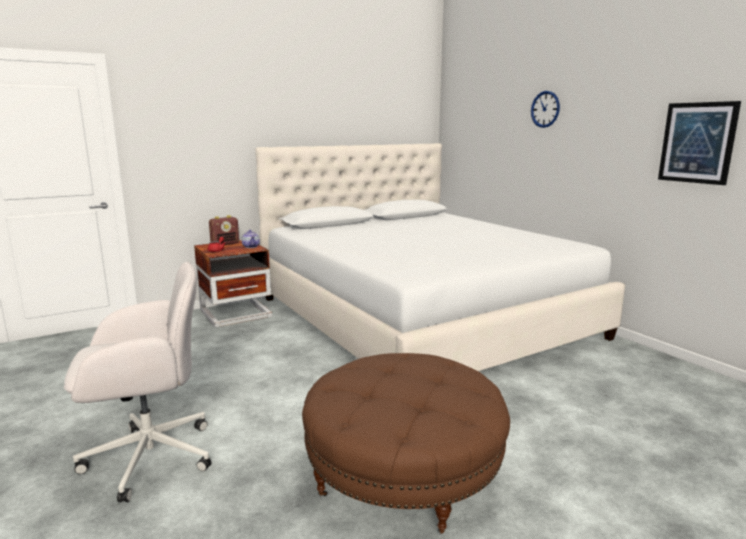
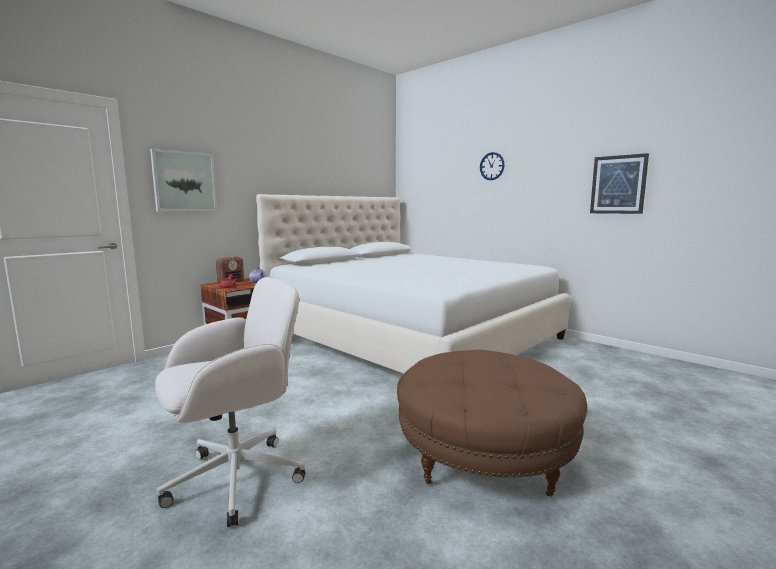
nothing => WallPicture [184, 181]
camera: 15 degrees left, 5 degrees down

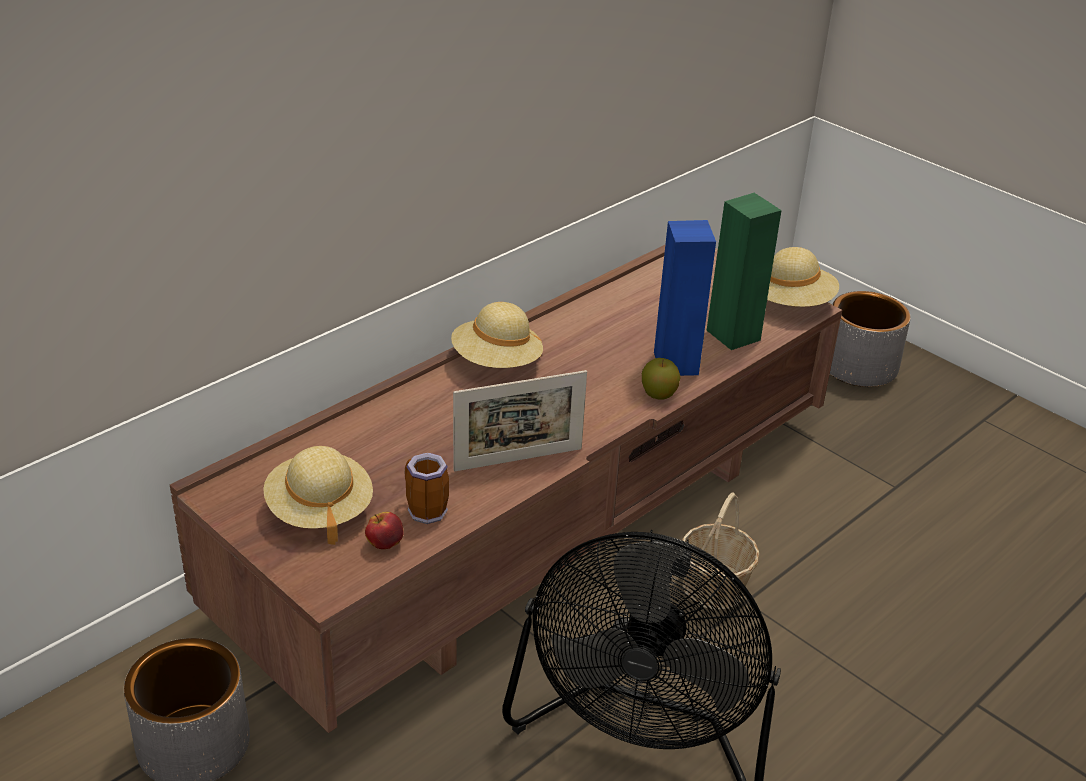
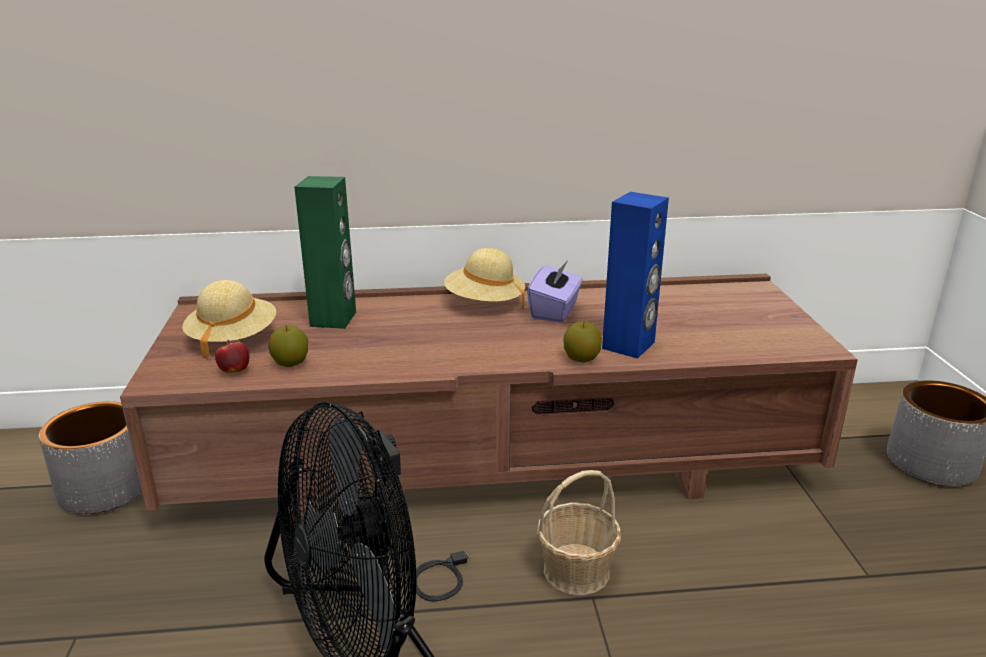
PhotoFrame [518, 459] => nothing
BeigeWearableHat [793, 303] => nothing
nothing => PurplishBoxOfTissues [555, 311]
GreenishAudioSpeaker [734, 335] => GreenishAudioSpeaker [334, 319], move
TeaMug [423, 510] => WholeApple [291, 363]
camera: 40 degrees right, 10 degrees down

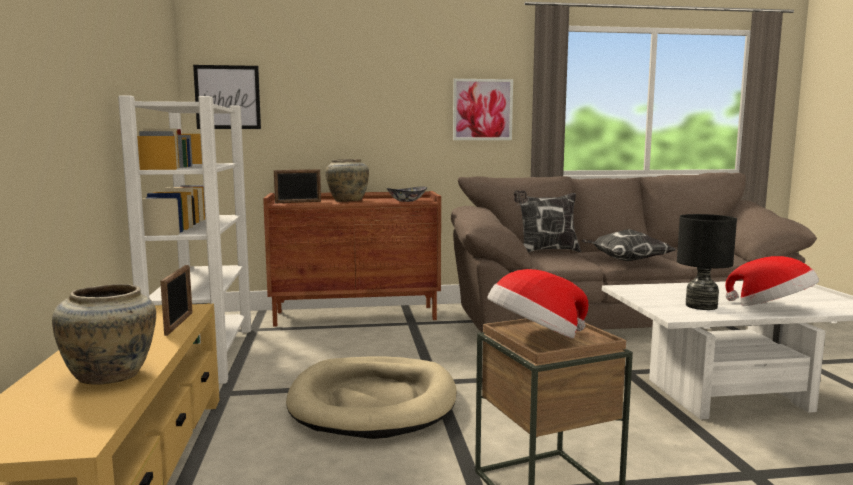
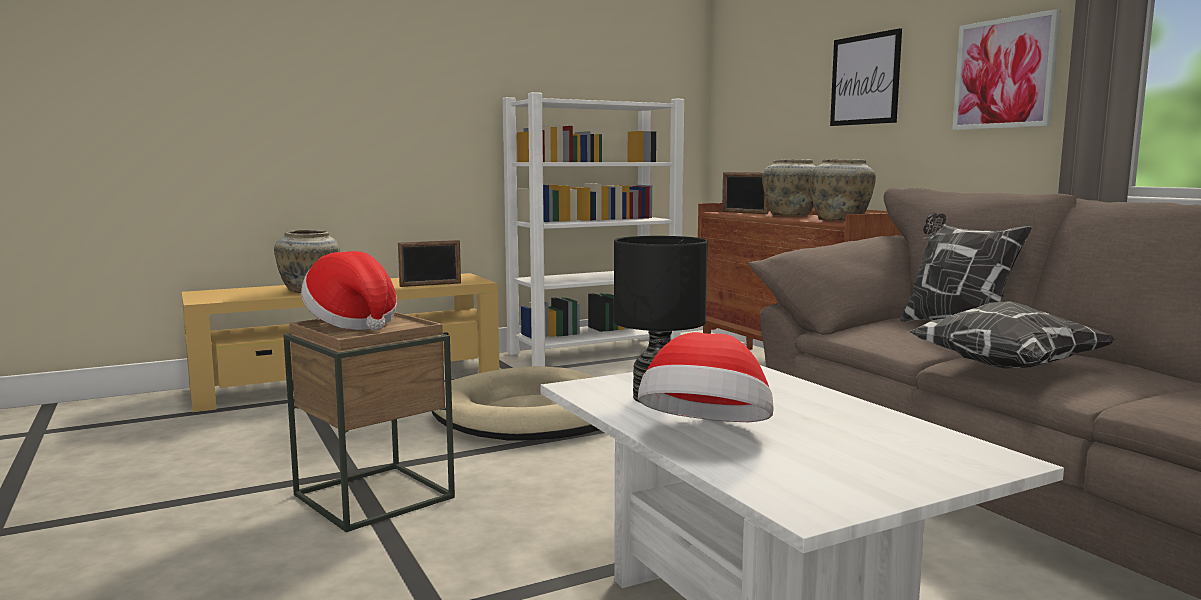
WallPicture [227, 97] => WallPicture [865, 80], move
ServingBowl [406, 201] => BeigeFlowerVase [840, 221]
camera: 70 degrees right, 0 degrees up

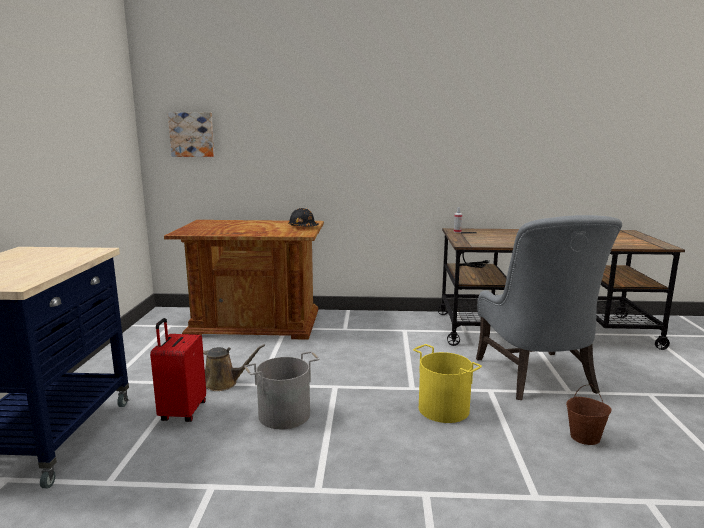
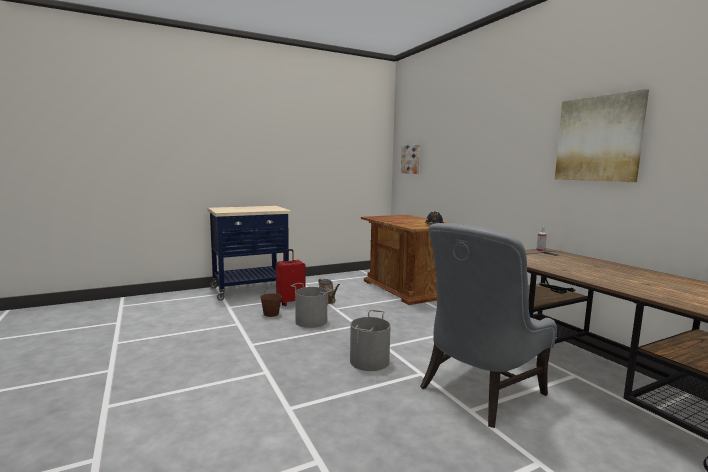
nothing => WallPicture [598, 139]
BrownishWaterBucket [585, 437] => BrownishWaterBucket [271, 314], move
YellowishWaterBucket [444, 408] => GrayWaterBucket [370, 361]
camera: 60 degrees right, 5 degrees down

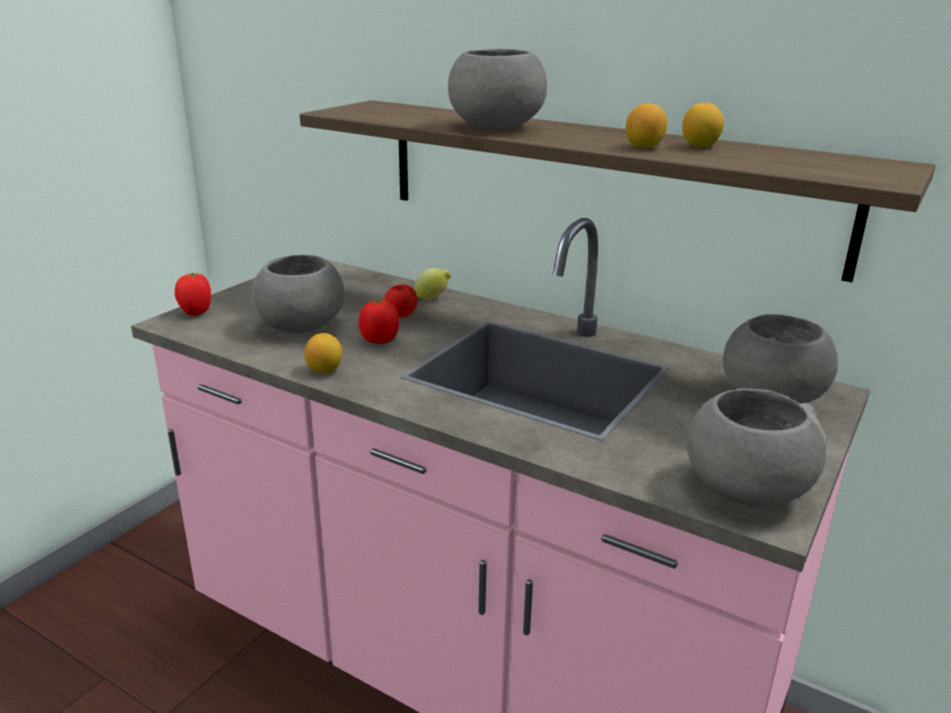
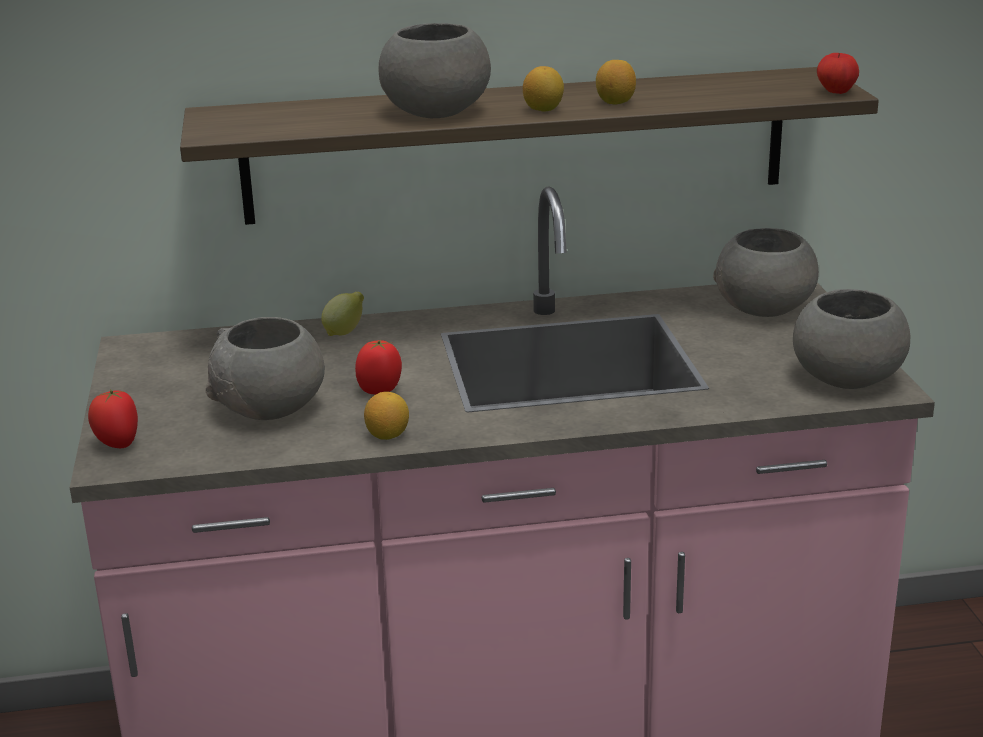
WholeApple [401, 314] => WholeApple [835, 92], move
CitrusFruit [700, 146] => CitrusFruit [543, 110], move
camera: 40 degrees left, 0 degrees up

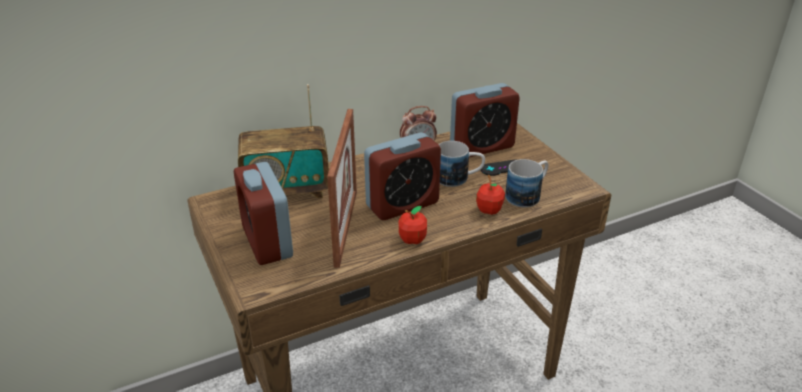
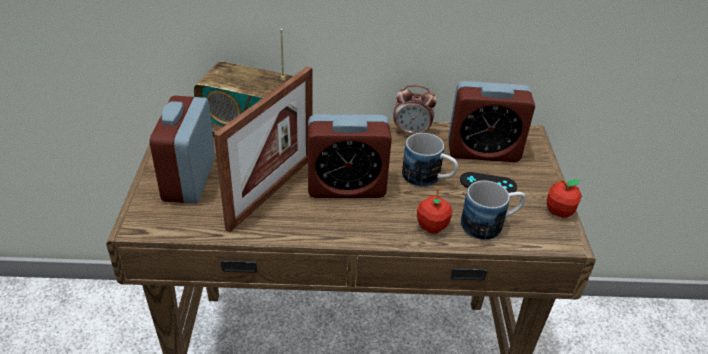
WholeApple [412, 240] => WholeApple [559, 211], move
camera: 25 degrees right, 5 degrees up

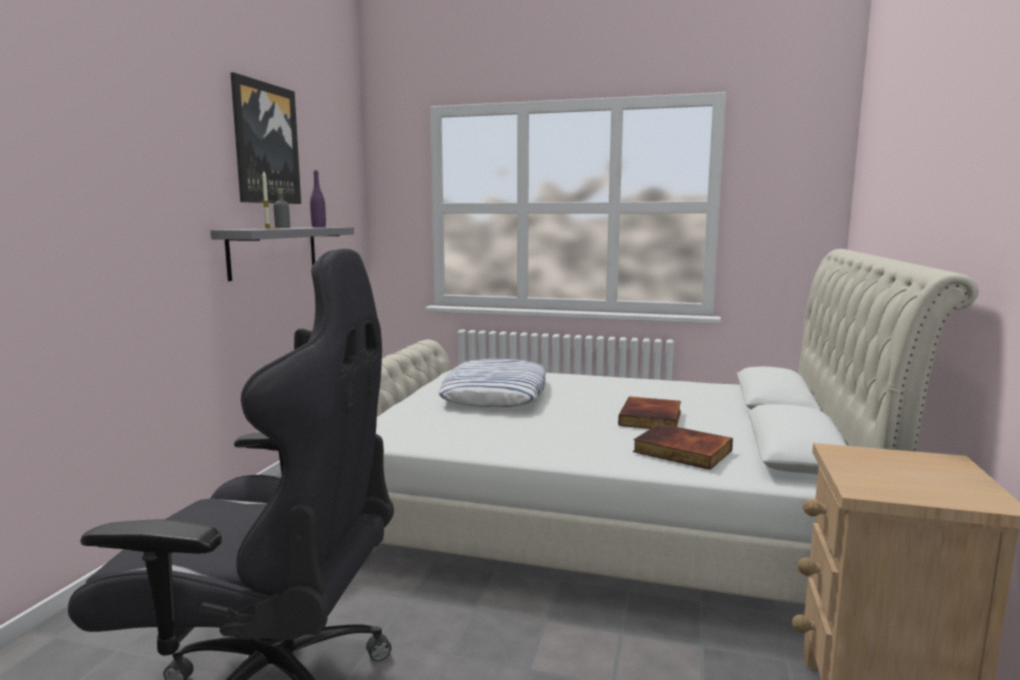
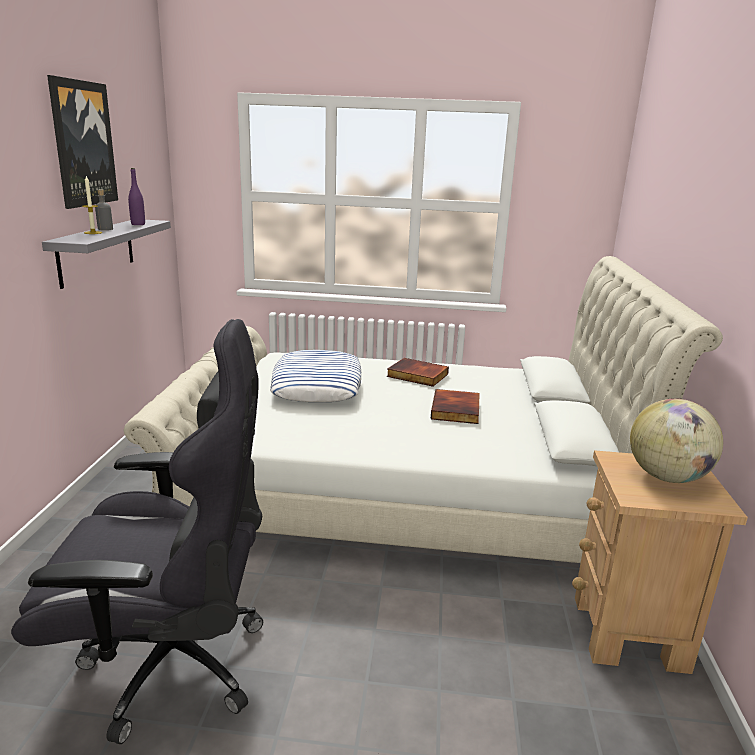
nothing => WorldGlobe [667, 477]
Volume [681, 451] => Volume [416, 375], move
camera: 10 degrees left, 10 degrees up

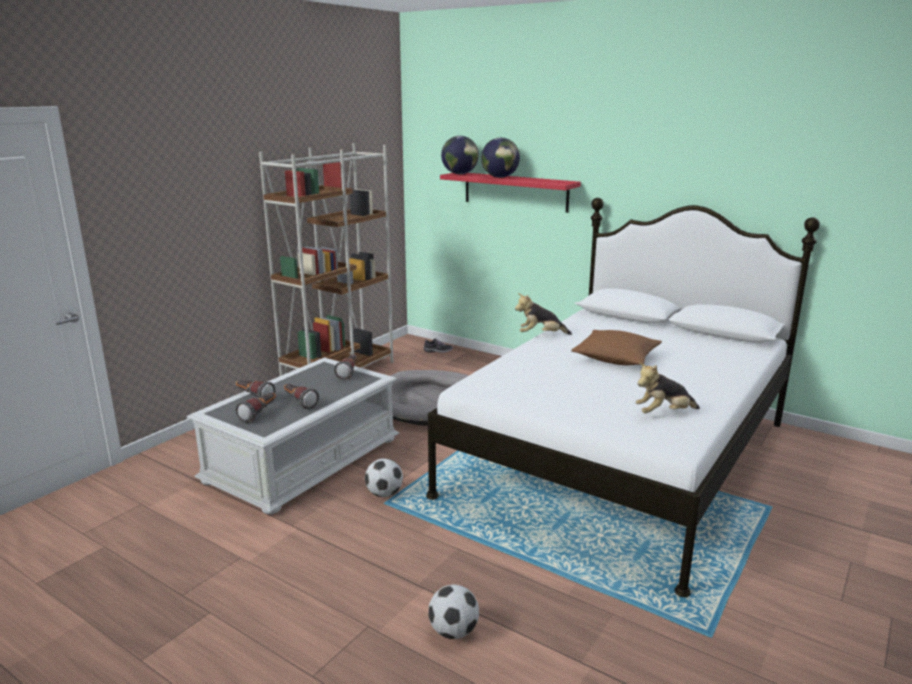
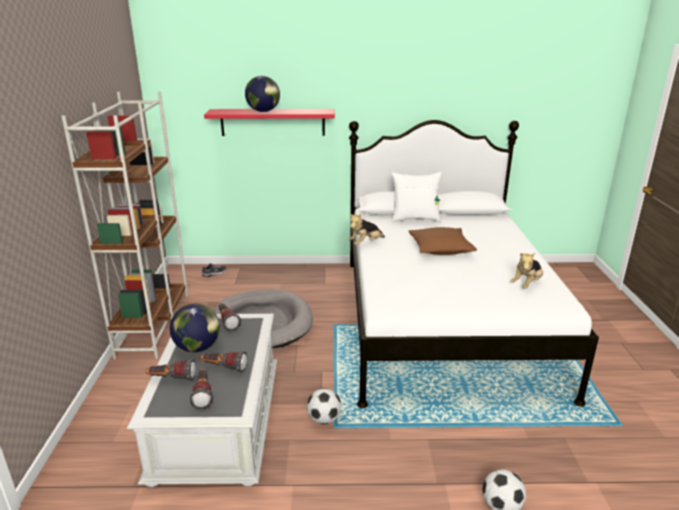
nothing => WhitishThrowPillow [415, 220]
WorldGlobe [460, 174] => WorldGlobe [198, 347], move
camera: 35 degrees left, 5 degrees up

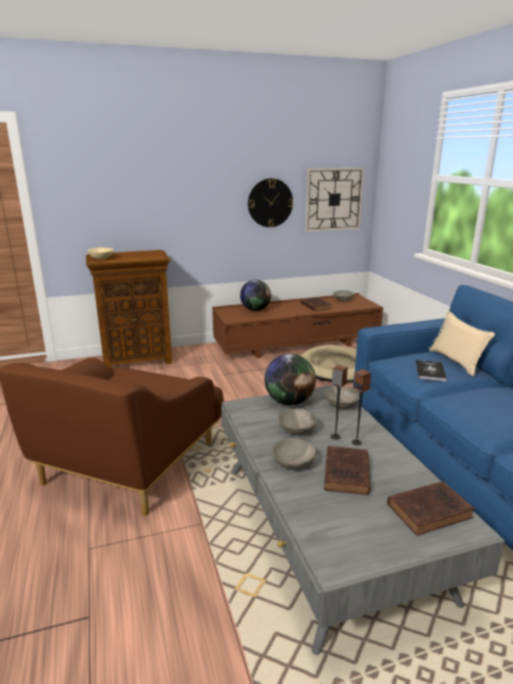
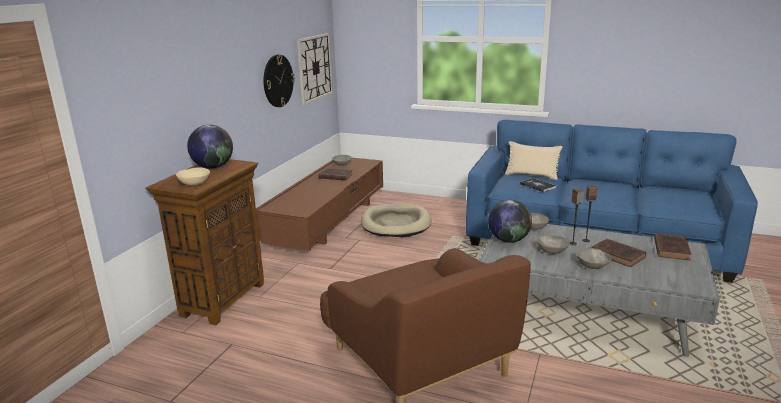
WorldGlobe [255, 310] => WorldGlobe [213, 167], move
camera: 50 degrees left, 0 degrees up

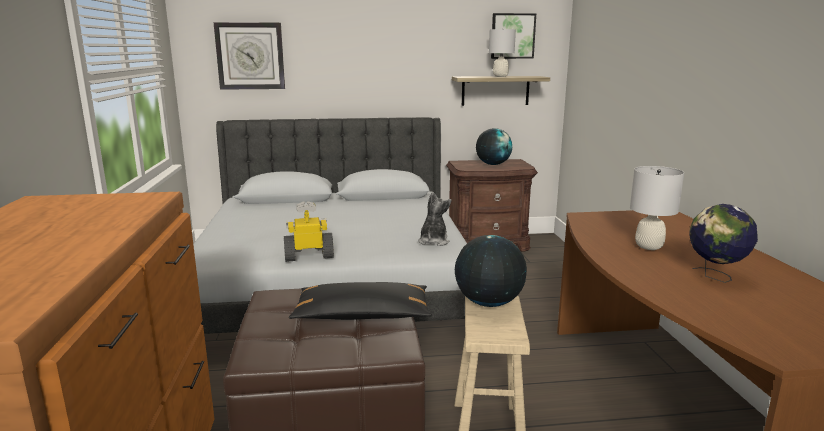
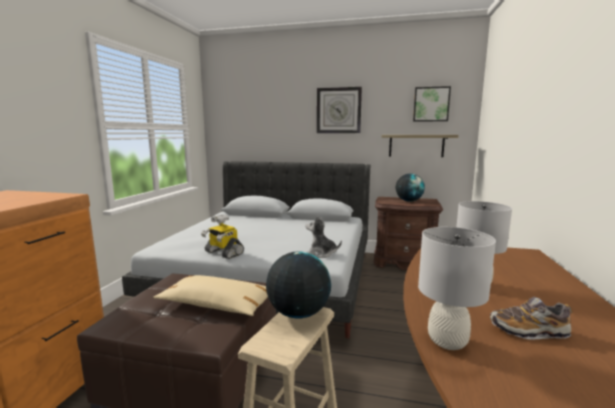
HangingClock [250, 56] => HangingClock [338, 110], move
GrayLampForATable [500, 76] => GrayLampForATable [446, 343], move
WorldGlobe [715, 277] => LowShoe [528, 331]
BlackColouredThrowPillow [362, 315] => BeigeThrowPillow [217, 304]
ToyRobot [309, 256] => ToyRobot [223, 253], 150 degrees counterclockwise
CuddlyToy [433, 241] => CuddlyToy [321, 253], 105 degrees counterclockwise
camera: 20 degrees right, 5 degrees down

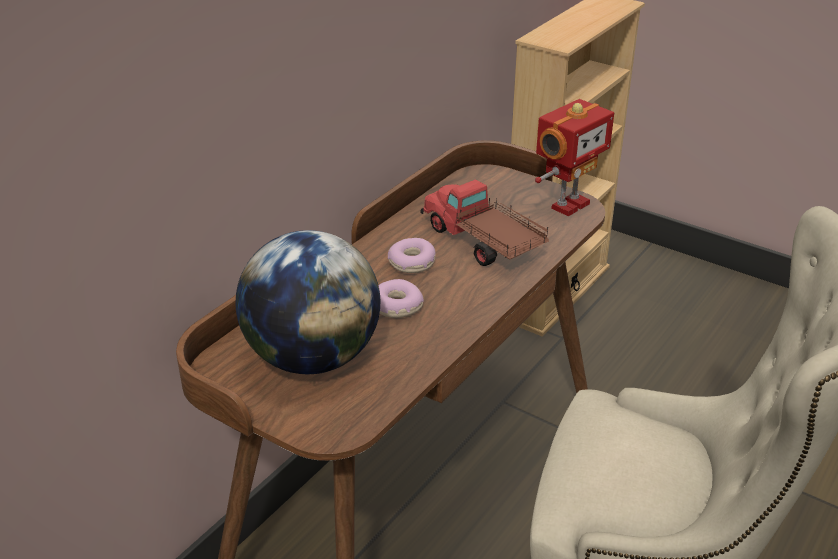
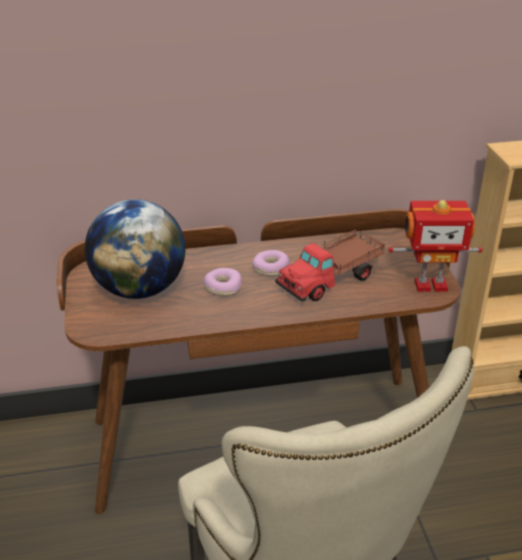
ModelTruck [482, 243] => ModelTruck [332, 278], 135 degrees counterclockwise
camera: 45 degrees right, 0 degrees up

